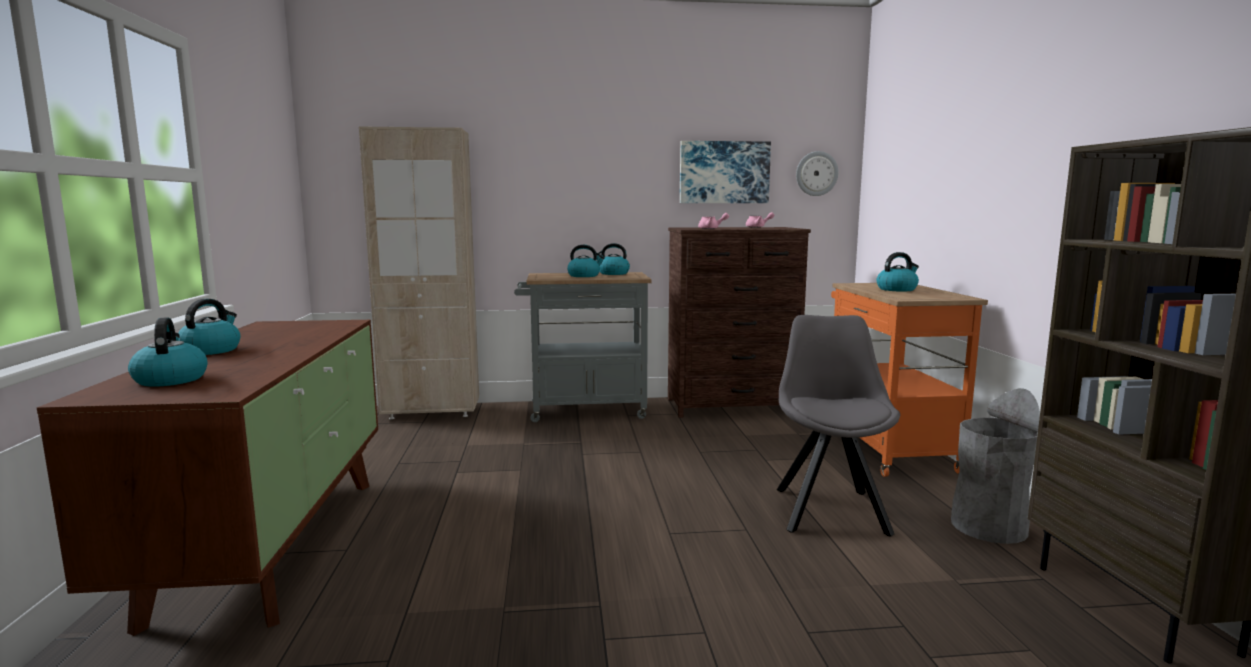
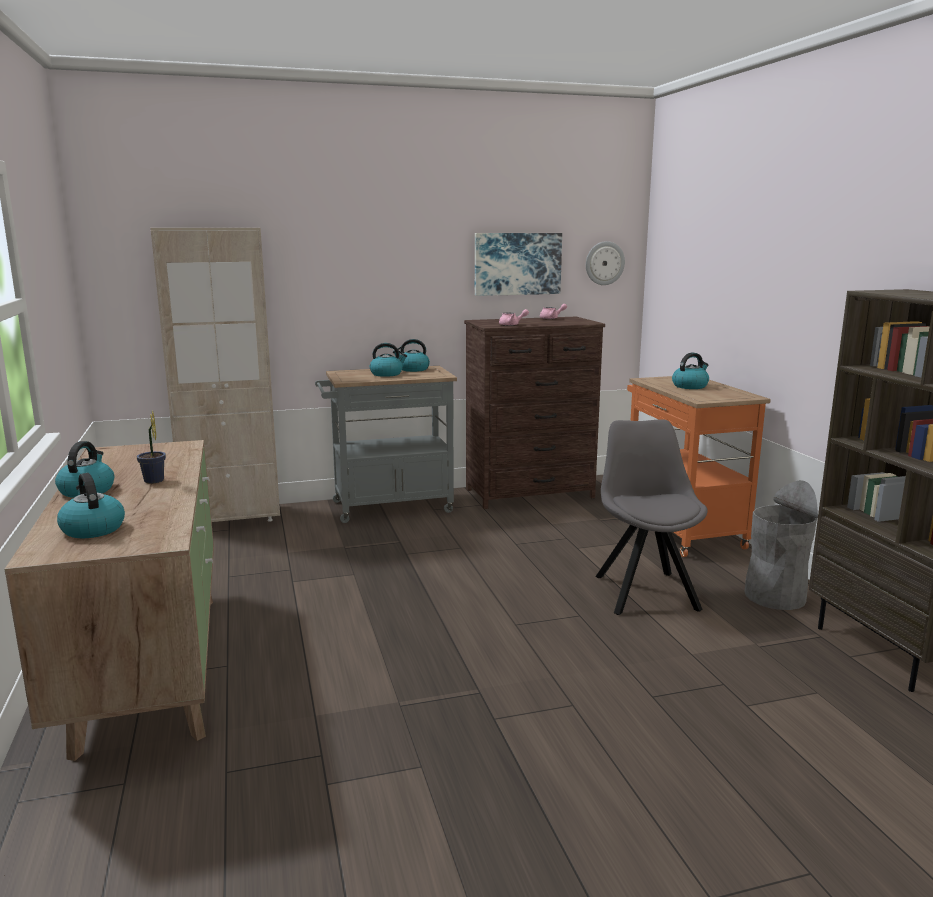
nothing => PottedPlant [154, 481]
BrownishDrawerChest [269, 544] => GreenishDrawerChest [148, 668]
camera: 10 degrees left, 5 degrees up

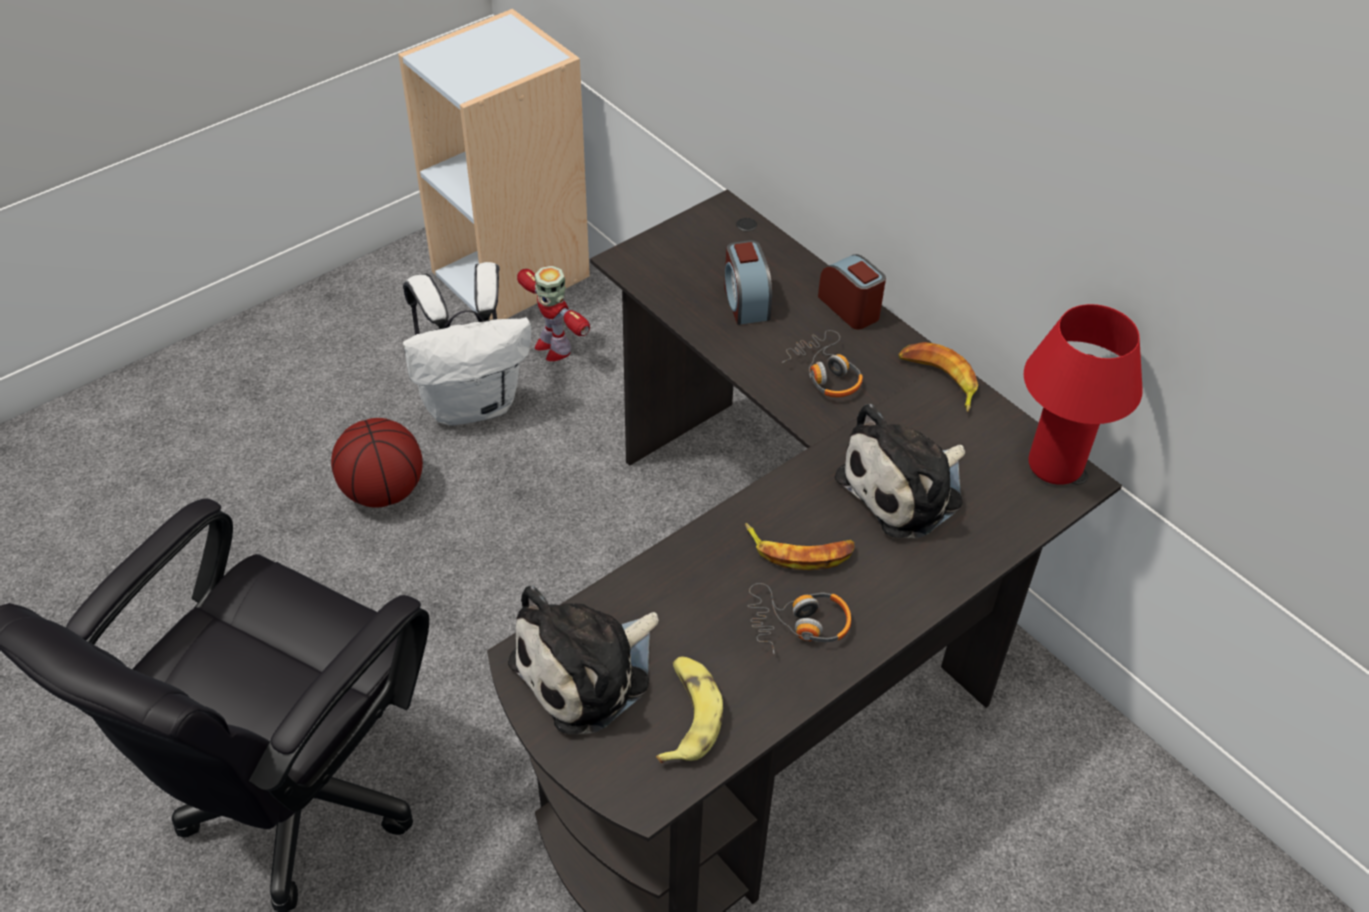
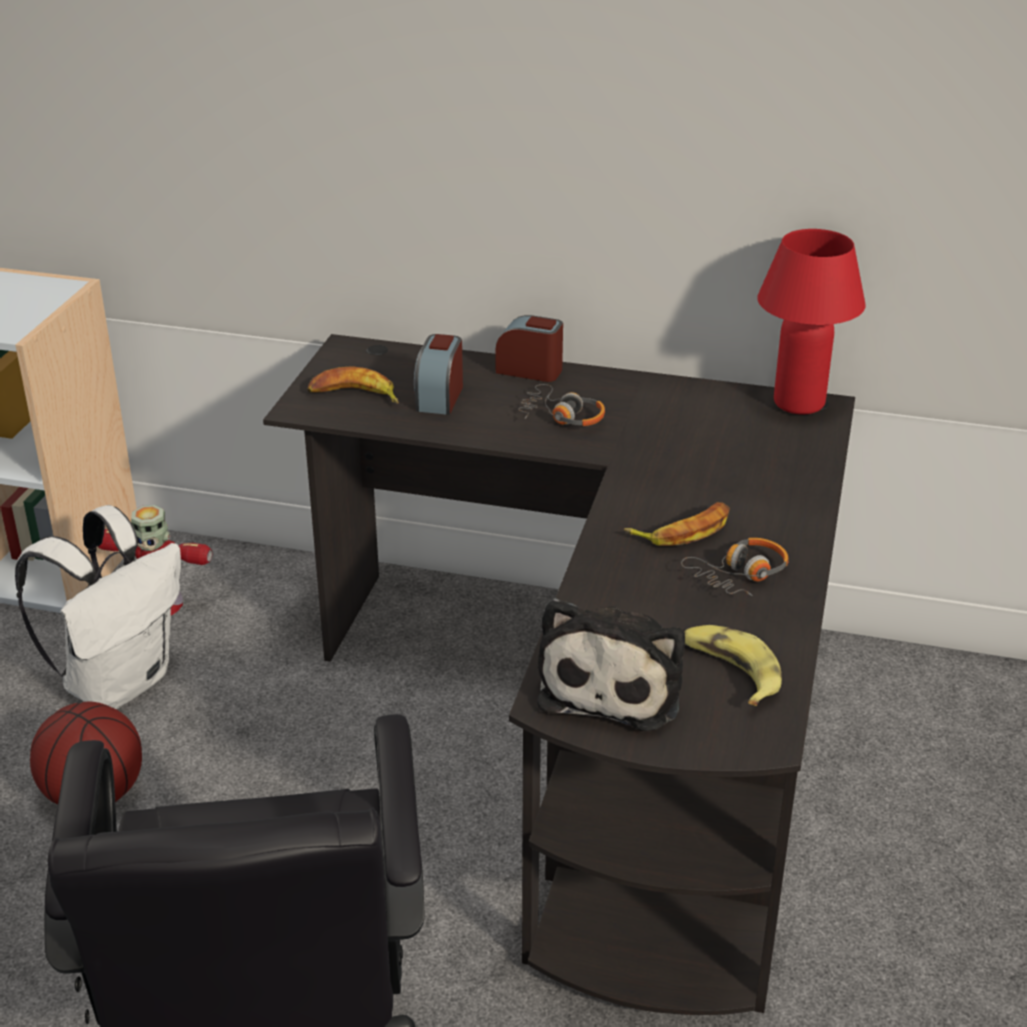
CuddlyToy [906, 489] => nothing
Banana [938, 380] => Banana [354, 396], move
AlarmClock [745, 302] => AlarmClock [439, 397], 60 degrees clockwise
camera: 35 degrees left, 15 degrees down

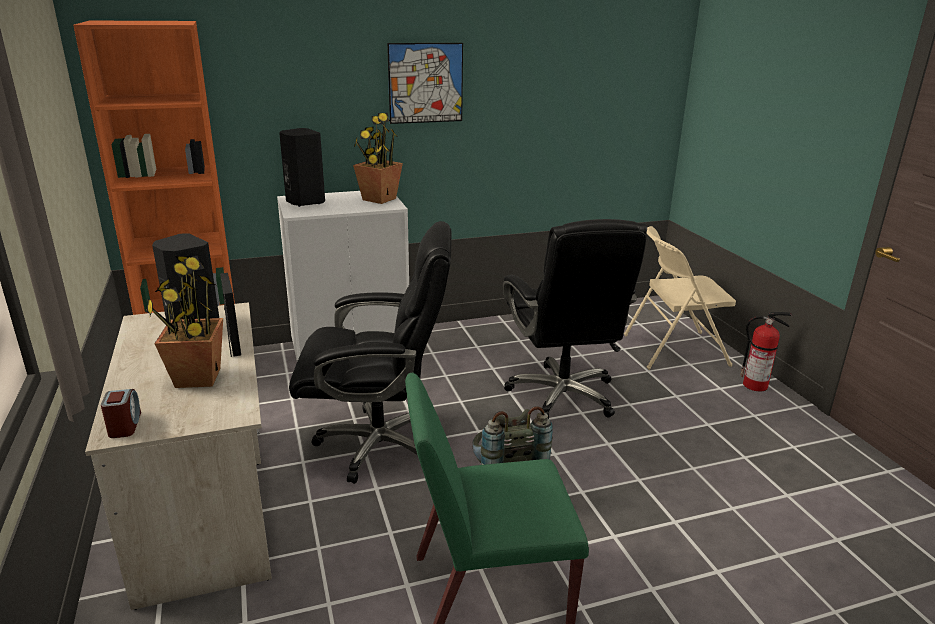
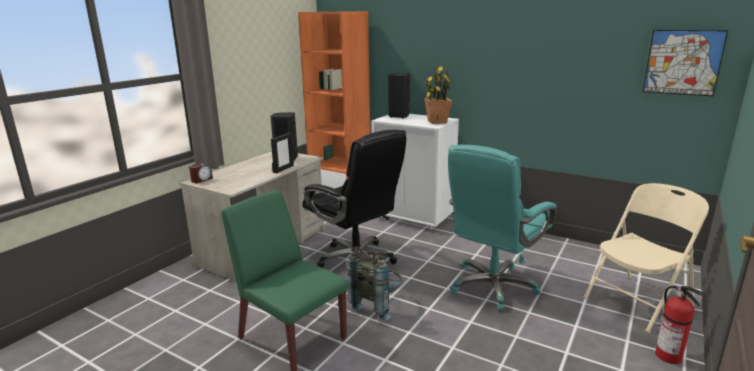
PottedPlant [198, 378] => nothing
WallPicture [425, 83] => WallPicture [683, 62], move
BlackColouredOfficeChair [561, 393] => TurquoiseOfficeChair [493, 284]
BeigeUprightChair [675, 349] => BeigeUprightChair [637, 302], 105 degrees clockwise
camera: 50 degrees right, 5 degrees down

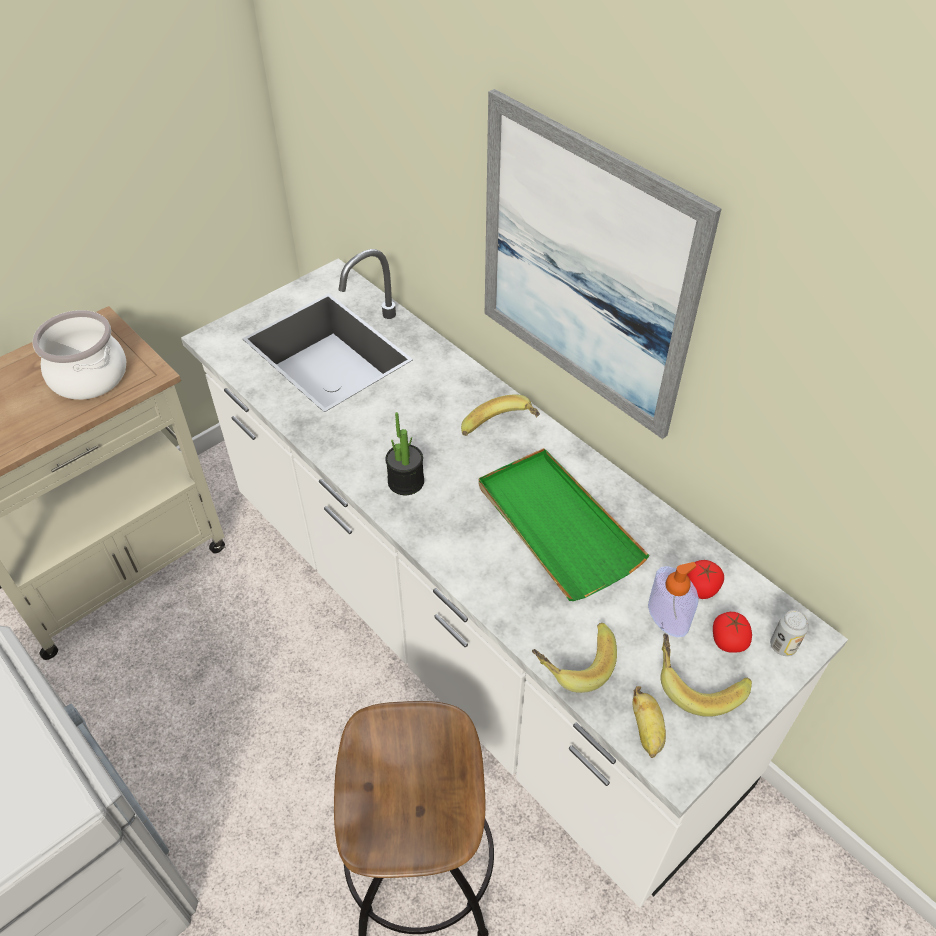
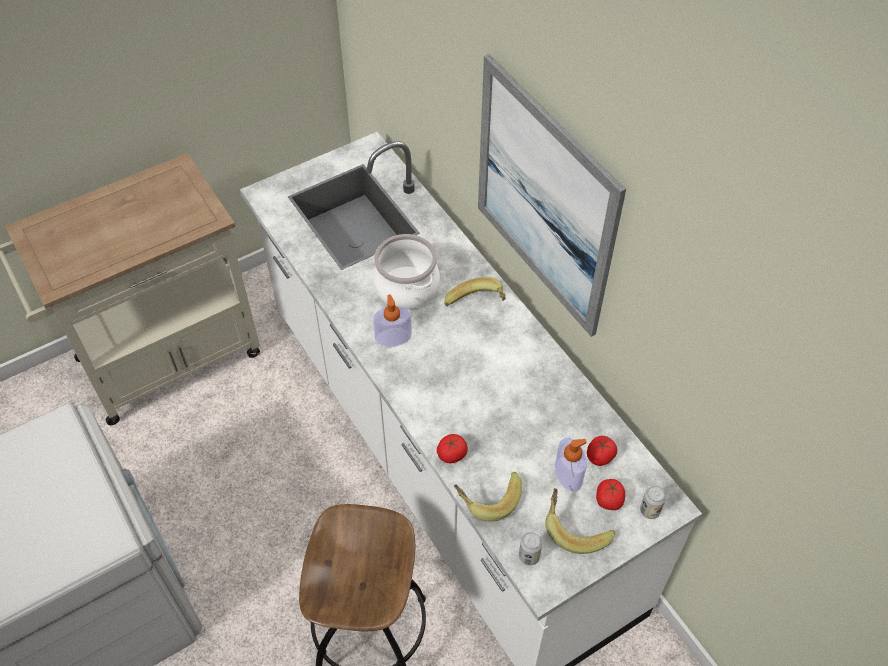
GreenishCarryingTray [556, 525] => nothing
nothing => WholeTomato [452, 455]
CookingPot [90, 376] => CookingPot [407, 287], move
PottedPlant [406, 481] => SoapDispenser [393, 337]
Banana [647, 731] => MetalCan [529, 556]
camera: 10 degrees right, 5 degrees up

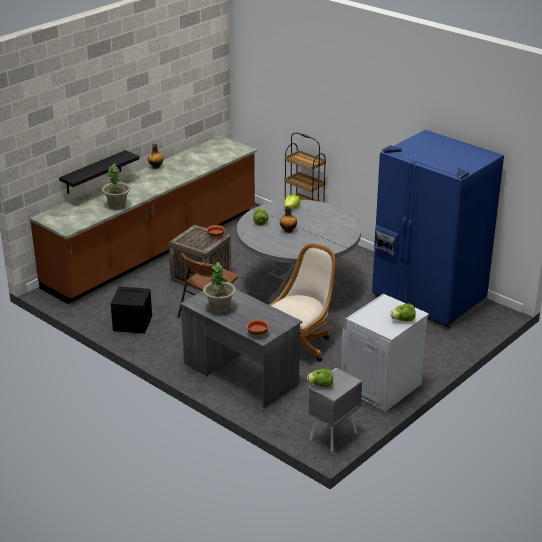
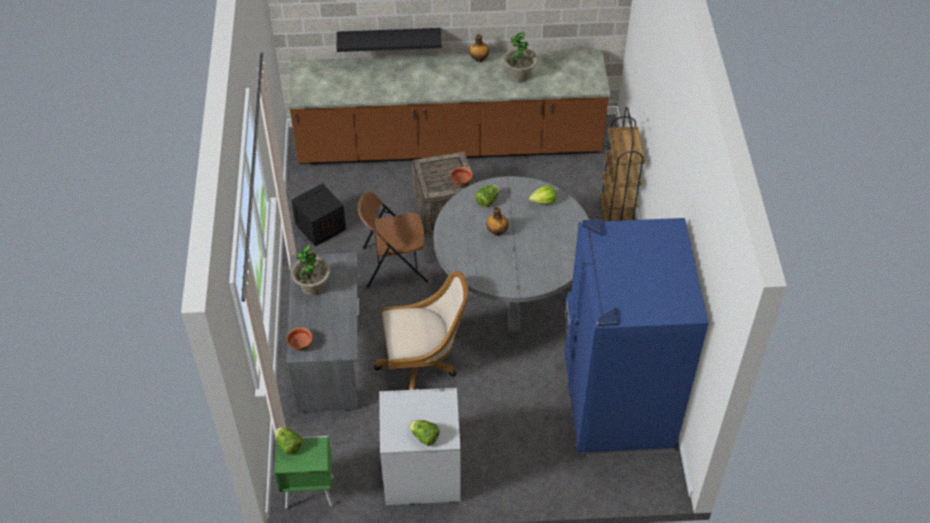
PottedPlant [117, 205] => PottedPlant [519, 75], move
GrayBedsideTable [332, 436] => GreenishBedsideTable [308, 492]
camera: 45 degrees right, 20 degrees up

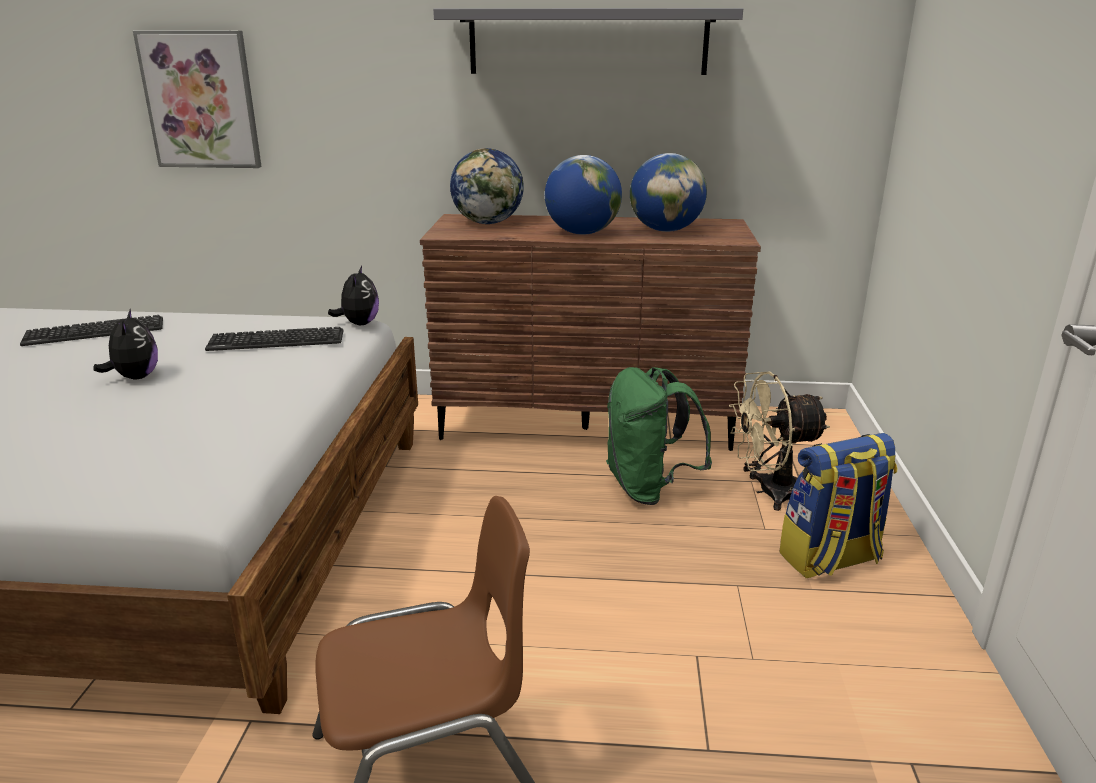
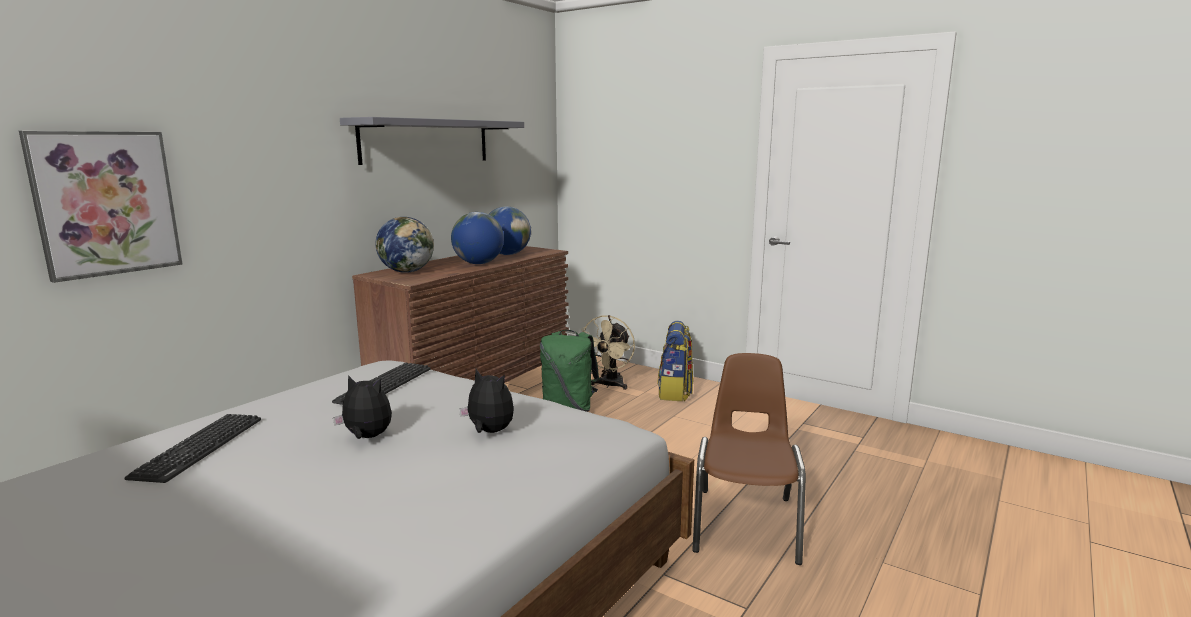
CuddlyToy [359, 324] => CuddlyToy [489, 432], move
camera: 60 degrees left, 10 degrees down

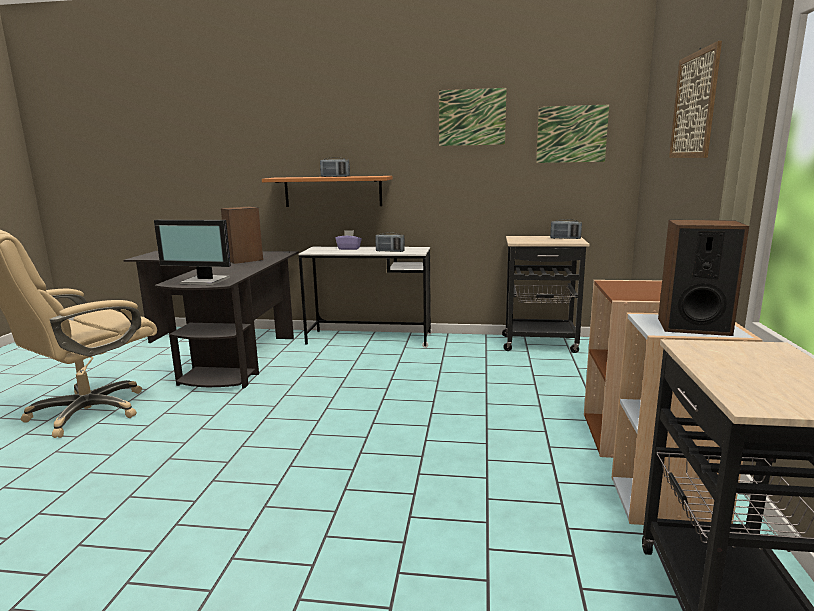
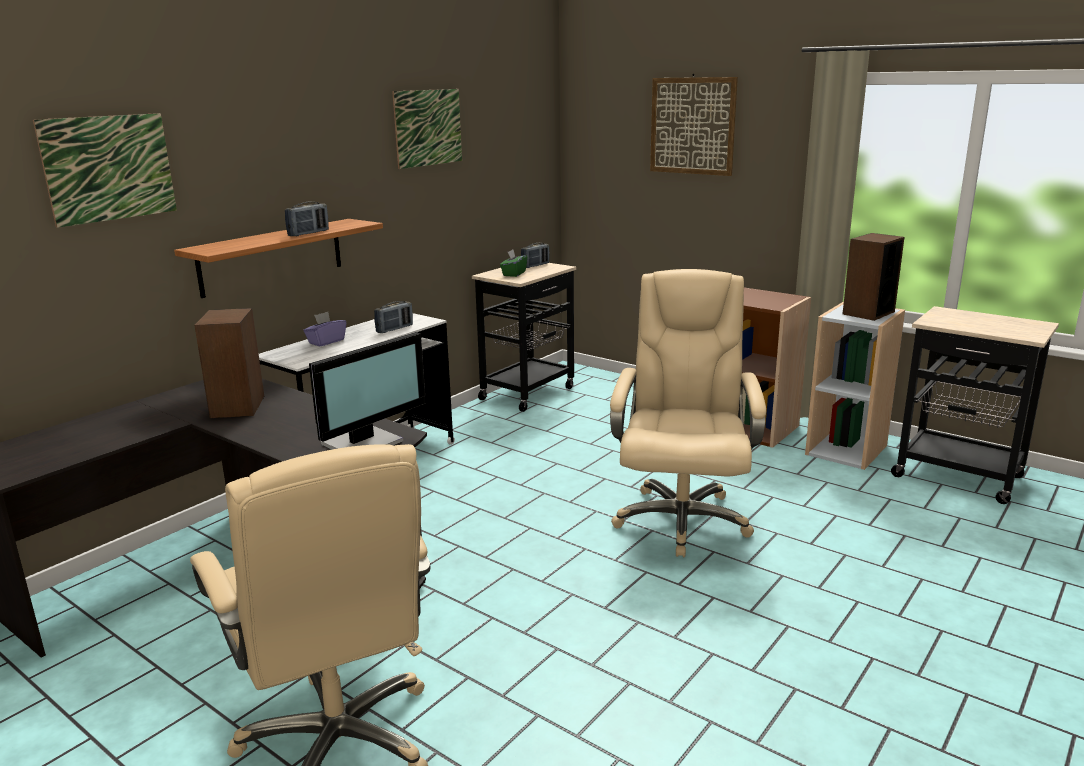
nothing => GreenishBoxOfTissues [514, 274]
nothing => BeigeOfficeChair [681, 522]
WallPicture [571, 134] => WallPicture [109, 168], move
camera: 60 degrees left, 5 degrees up

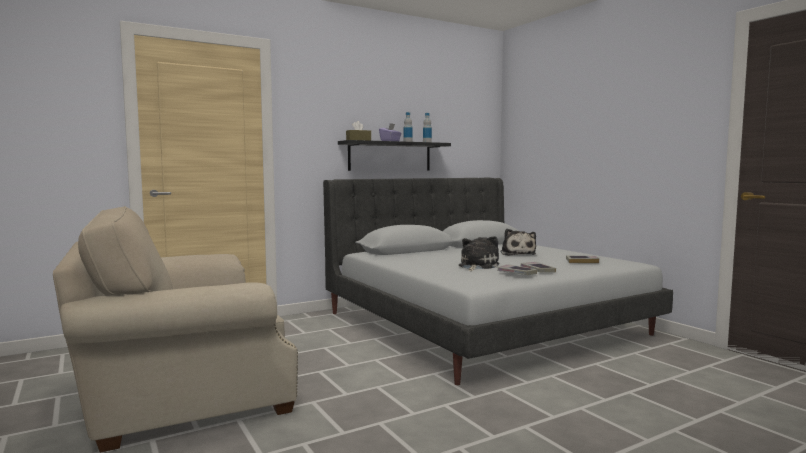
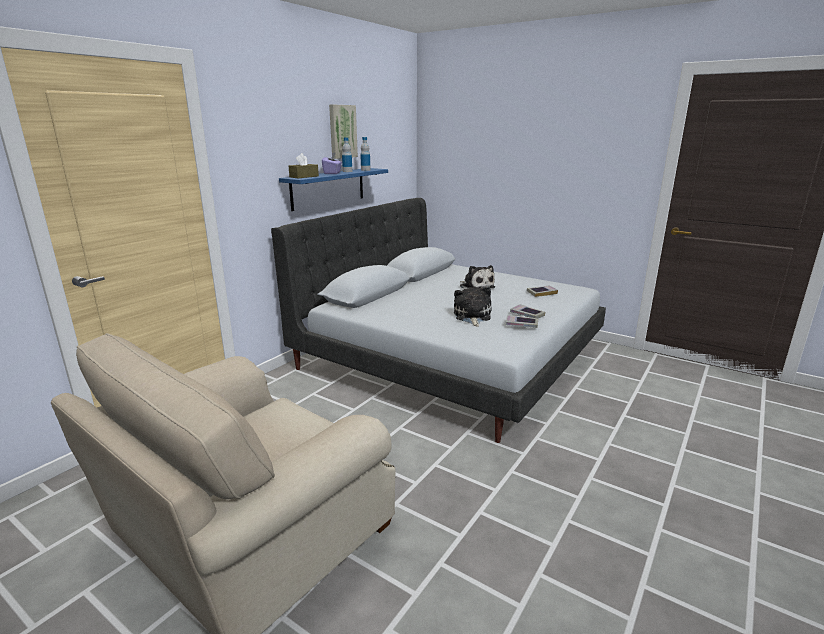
nothing => WallPicture [342, 131]
BlackColouredWallShelf [390, 156] => BluishWallShelf [328, 188]
camera: 25 degrees left, 15 degrees up

